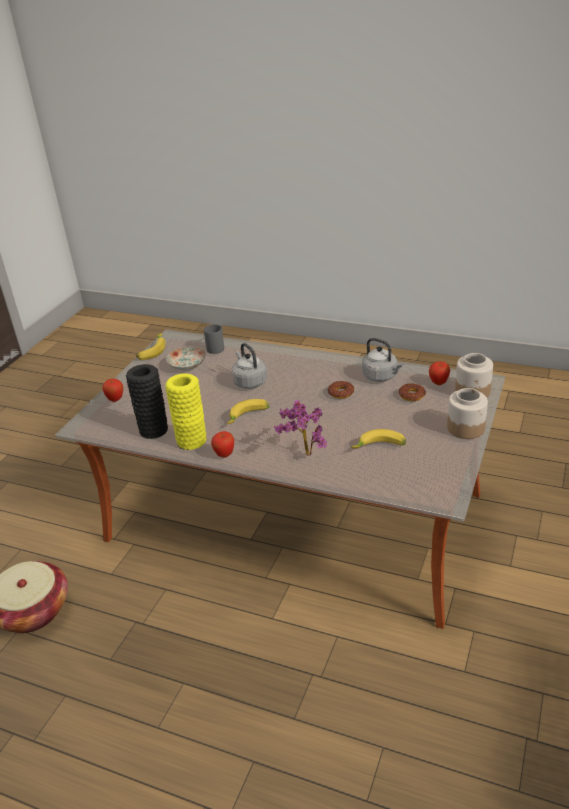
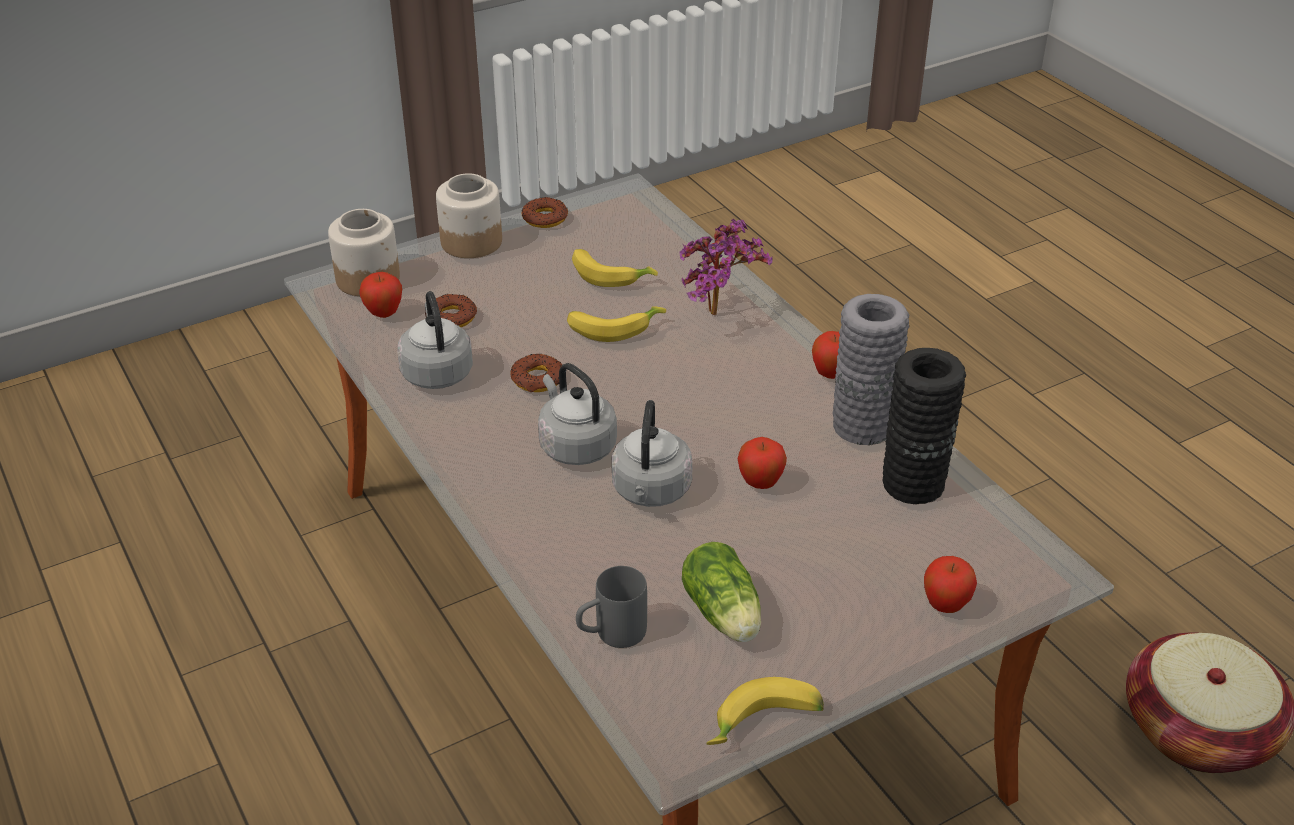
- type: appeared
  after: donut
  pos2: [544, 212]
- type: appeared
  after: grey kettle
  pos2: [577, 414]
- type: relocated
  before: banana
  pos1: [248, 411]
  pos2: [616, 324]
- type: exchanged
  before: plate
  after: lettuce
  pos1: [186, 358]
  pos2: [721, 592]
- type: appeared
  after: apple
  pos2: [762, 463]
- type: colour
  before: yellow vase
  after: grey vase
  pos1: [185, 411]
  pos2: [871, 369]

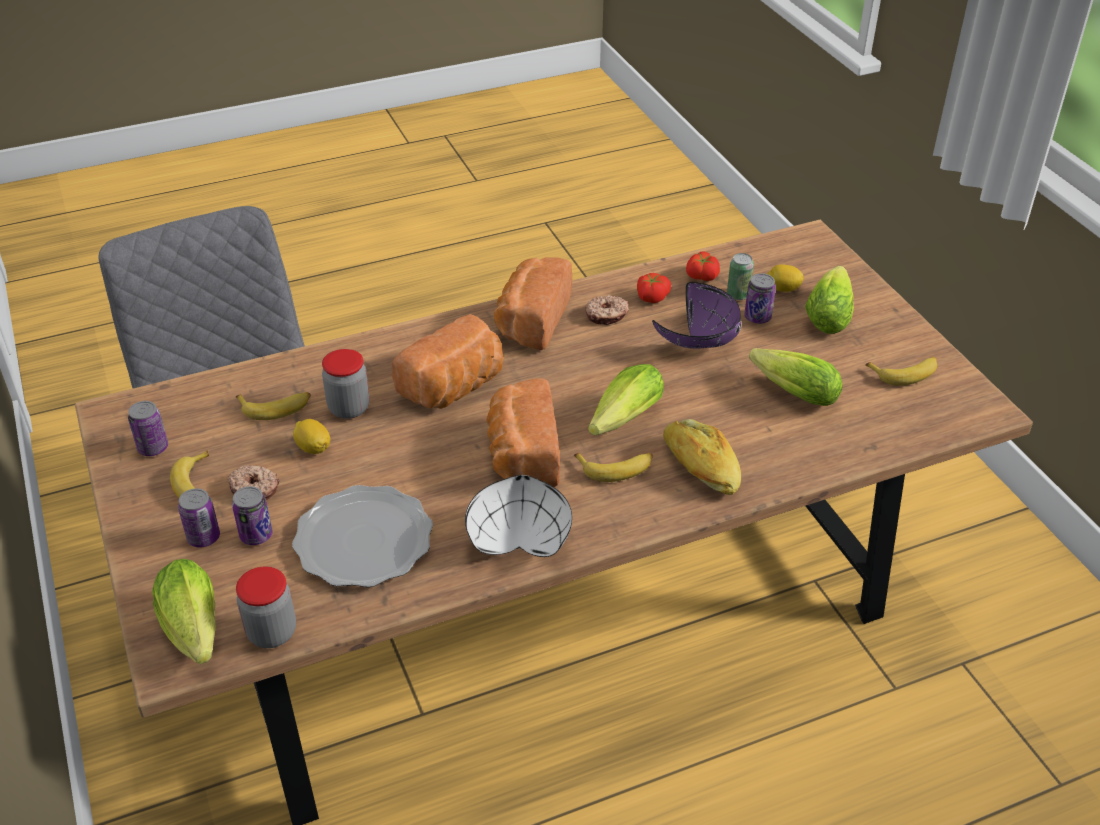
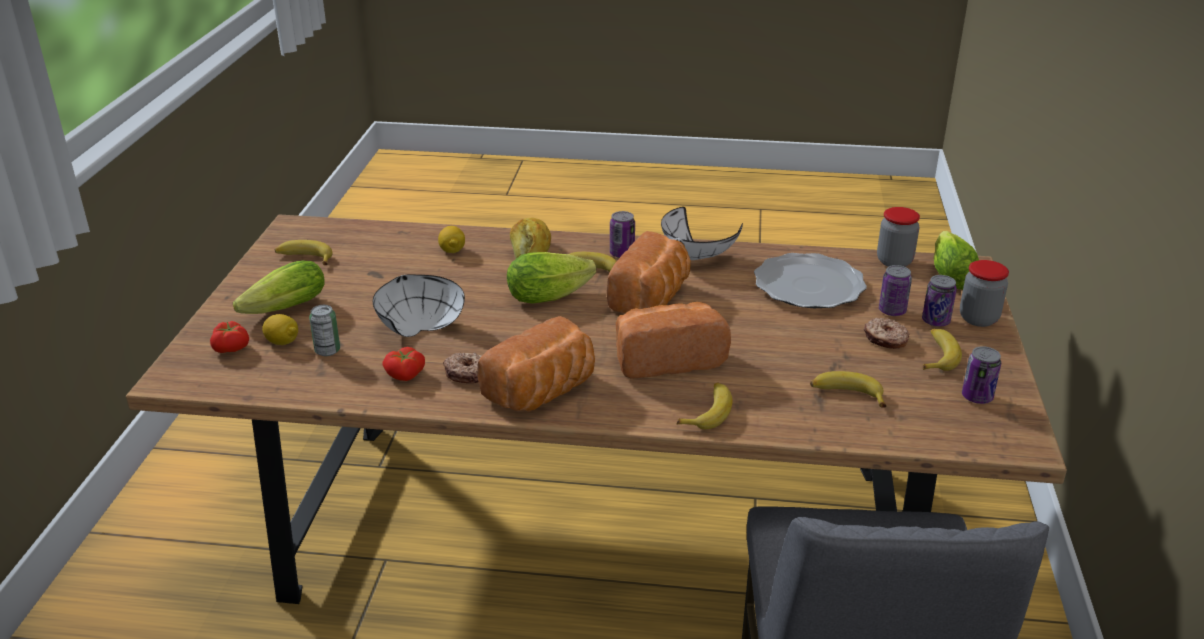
- type: relocated
  before: tomato
  pos1: [703, 266]
  pos2: [229, 337]
- type: colour
  before: purple bowl
  after: white bowl
  pos1: [696, 315]
  pos2: [419, 305]
- type: relocated
  before: lemon
  pos1: [311, 436]
  pos2: [451, 239]
- type: relocated
  before: can
  pos1: [760, 298]
  pos2: [622, 234]
- type: appeared
  after: banana
  pos2: [705, 406]
- type: relocated
  before: jar
  pos1: [346, 384]
  pos2: [984, 293]
- type: missing
  before: lettuce
  pos1: [796, 377]

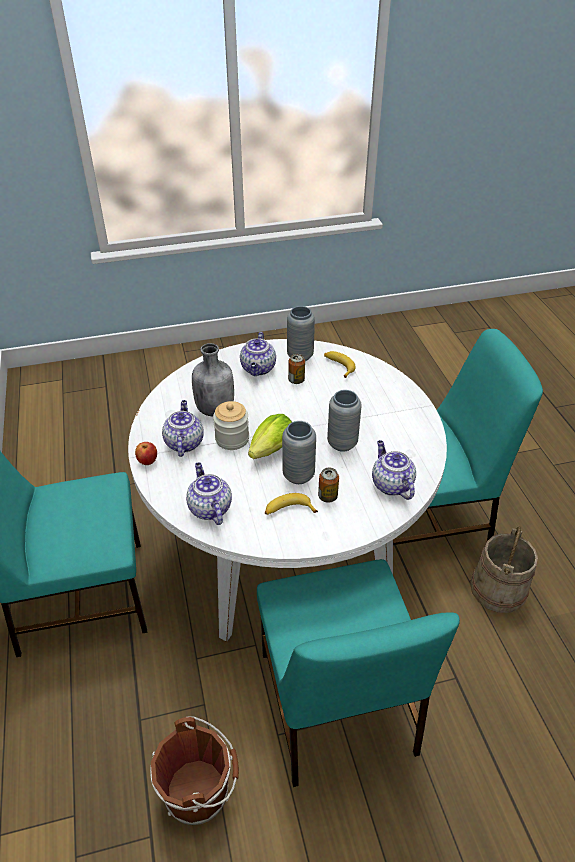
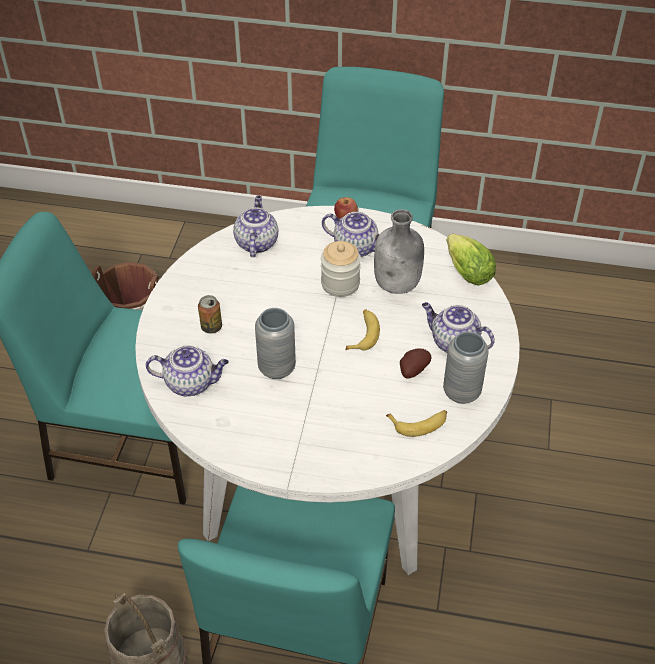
- type: spun
  before: teapot
  pos1: [209, 493]
  pos2: [255, 226]
  turn: -90
- type: relocated
  before: banana
  pos1: [291, 504]
  pos2: [363, 330]
- type: exchanged
  before: can
  after: potato
  pos1: [296, 369]
  pos2: [415, 363]
- type: relocated
  before: lettuce
  pos1: [270, 436]
  pos2: [471, 260]
- type: missing
  before: grey vase
  pos1: [299, 452]

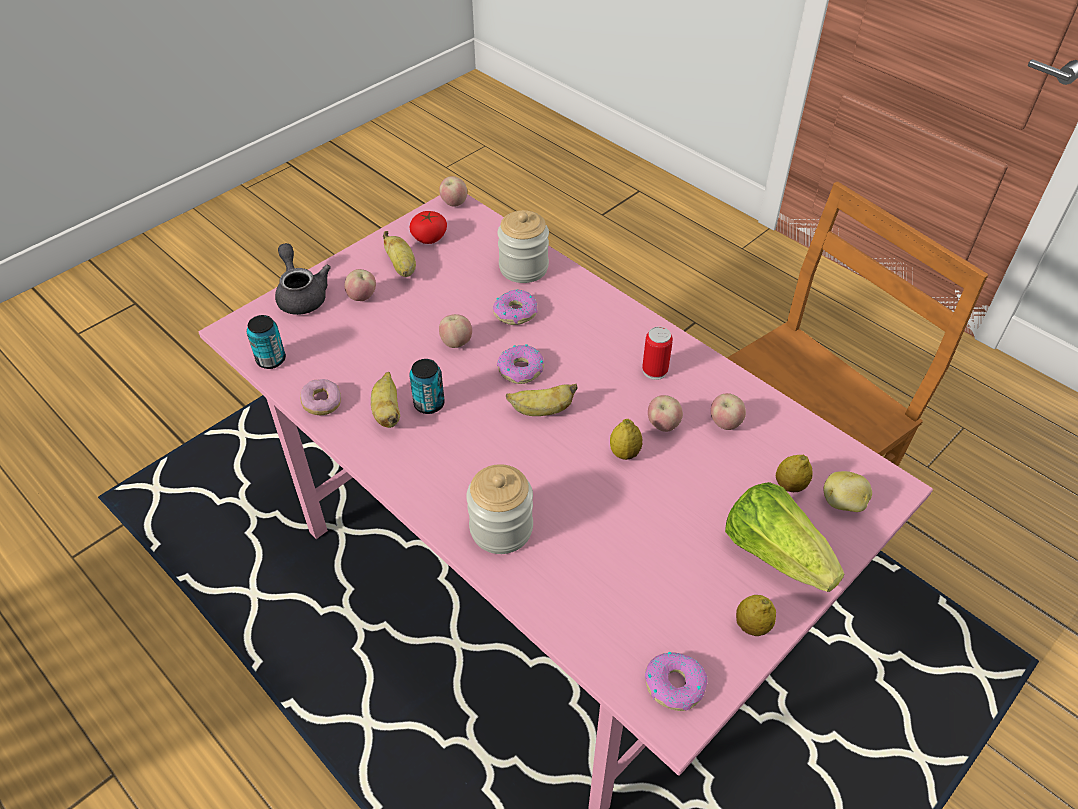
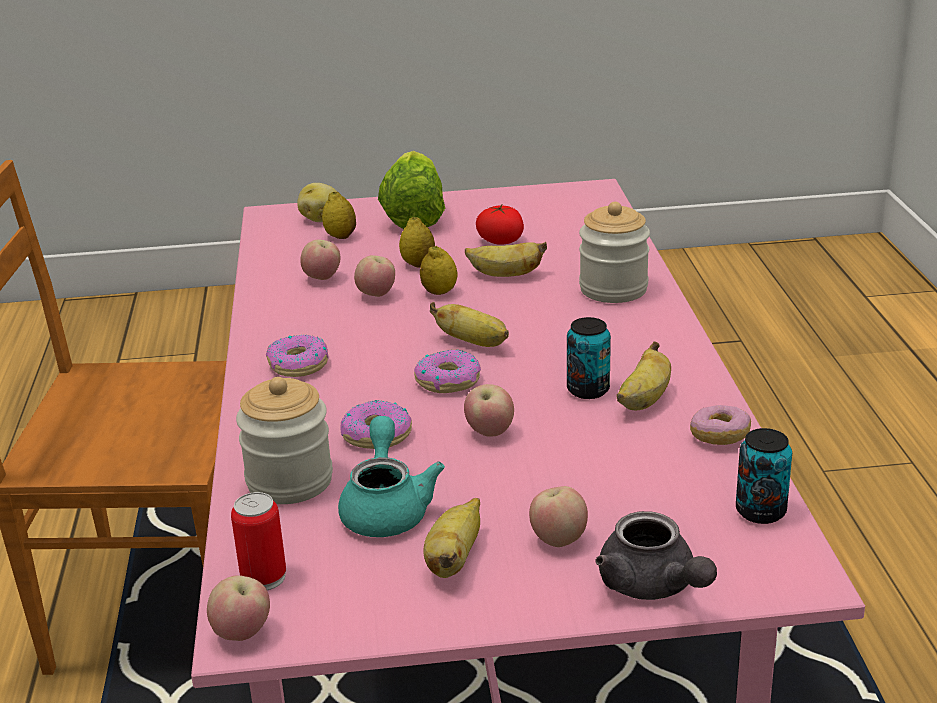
- type: relocated
  before: can
  pos1: [657, 353]
  pos2: [258, 541]
- type: relocated
  before: donut
  pos1: [676, 681]
  pos2: [297, 356]
- type: appeared
  after: turquoise teapot
  pos2: [391, 476]
- type: relocated
  before: lemon
  pos1: [756, 615]
  pos2: [417, 242]
- type: appeared
  after: banana
  pos2: [506, 259]
- type: relocated
  before: tomato
  pos1: [428, 227]
  pos2: [500, 225]
- type: spun
  before: grey teapot
  pos1: [303, 279]
  pos2: [656, 555]
  turn: -45

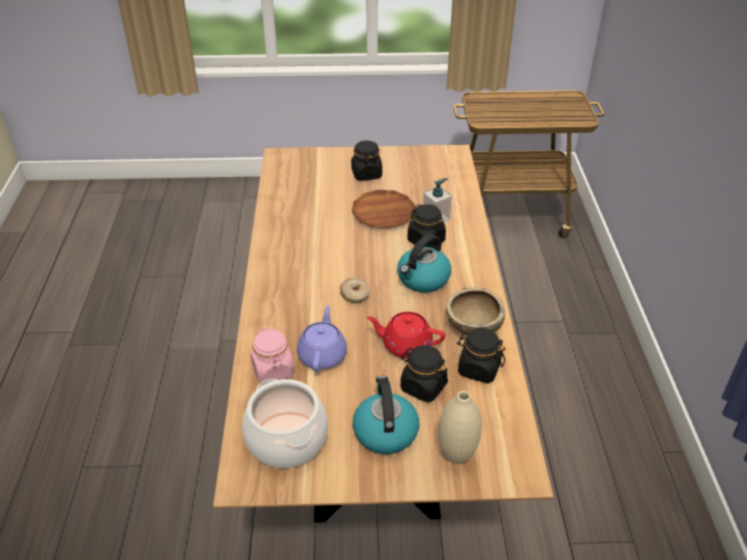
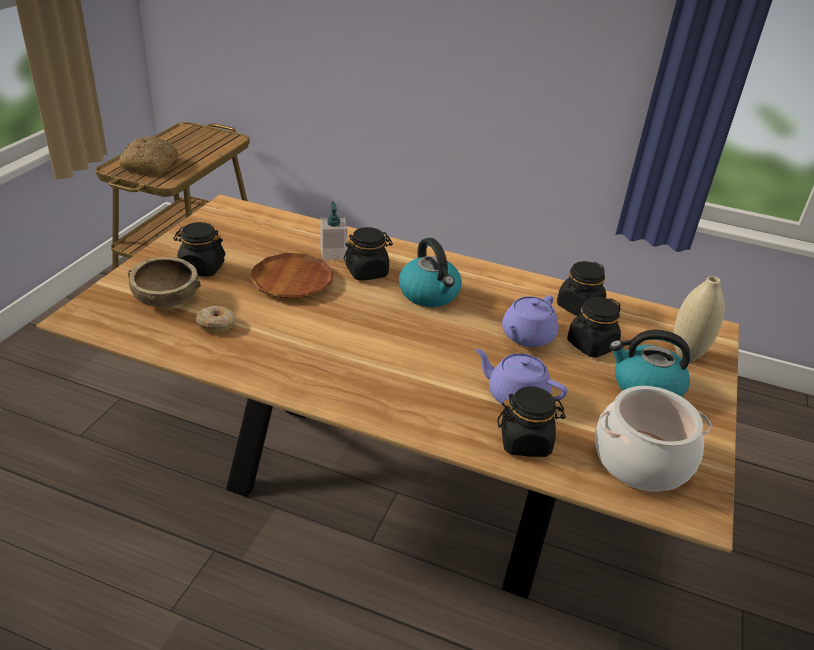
- type: appeared
  after: bread
  pos2: [148, 155]
- type: relocated
  before: brown bowl
  pos1: [475, 311]
  pos2: [164, 282]
- type: relocated
  before: donut
  pos1: [355, 290]
  pos2: [215, 319]
- type: colour
  before: pink jar
  after: black jar
  pos1: [273, 356]
  pos2: [531, 421]
- type: colour
  before: red teapot
  after: purple teapot
  pos1: [405, 335]
  pos2: [530, 321]

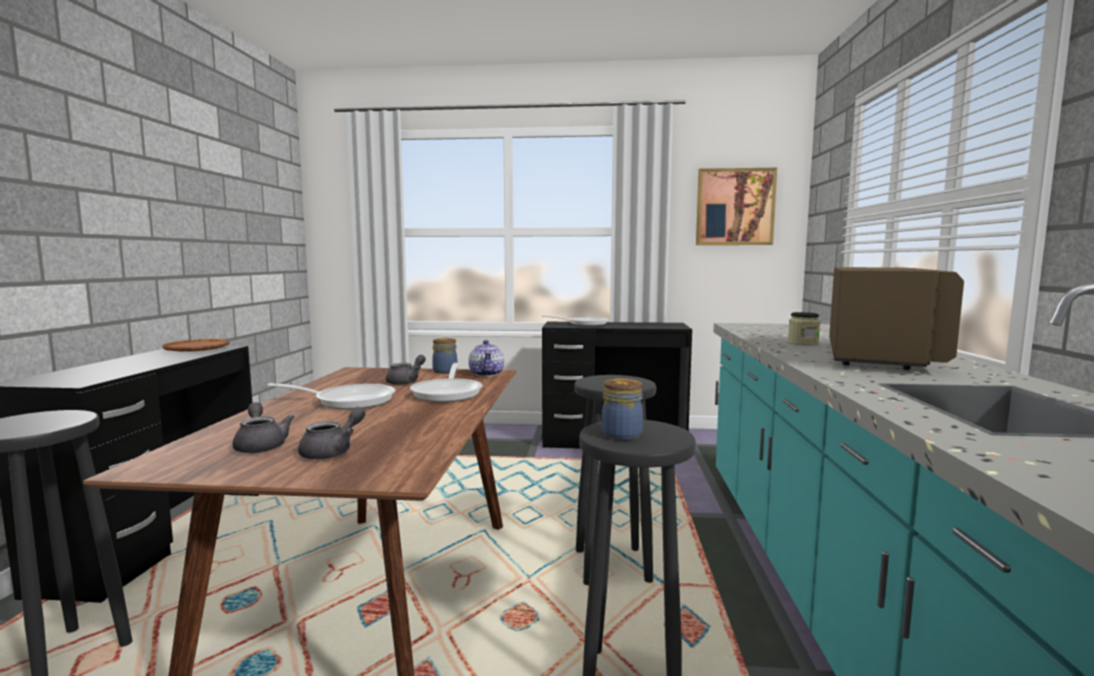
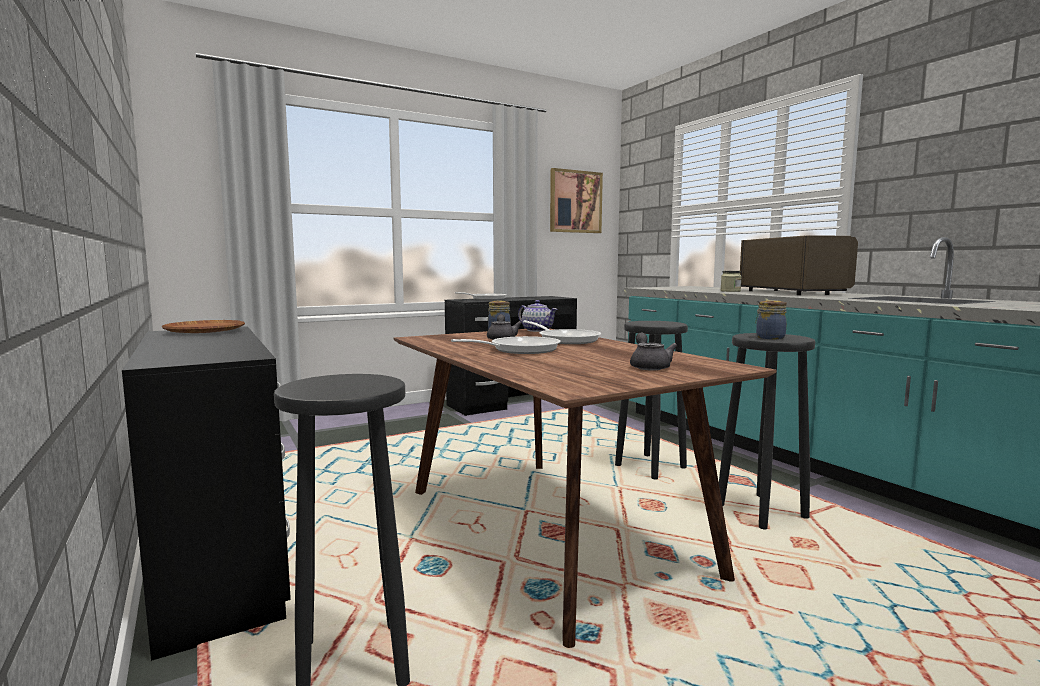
- type: missing
  before: grey teapot
  pos1: [263, 427]

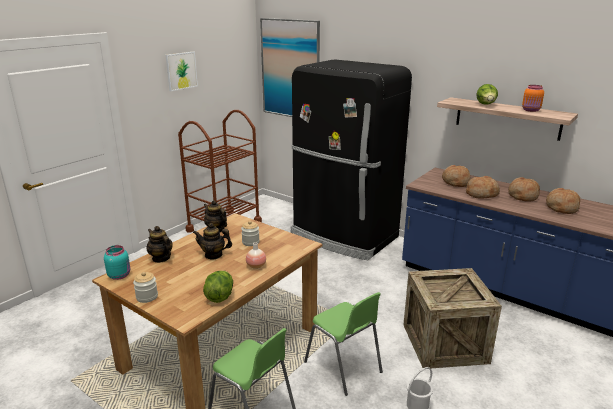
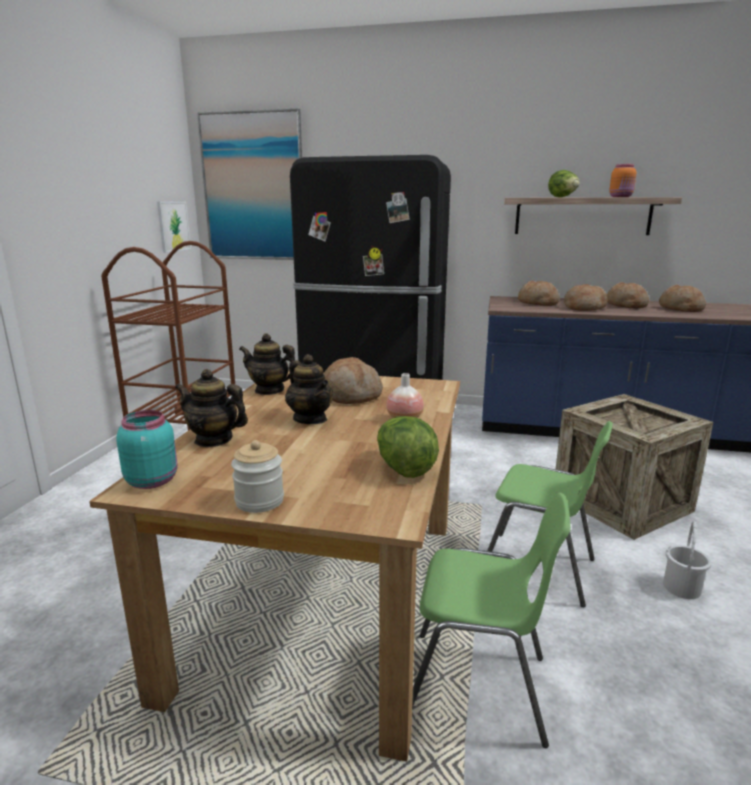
- type: relocated
  before: picture
  pos1: [182, 71]
  pos2: [174, 227]
- type: spun
  before: teapot
  pos1: [212, 241]
  pos2: [309, 389]
  turn: -105
- type: exchanged
  before: jar
  after: bread
  pos1: [250, 233]
  pos2: [353, 380]

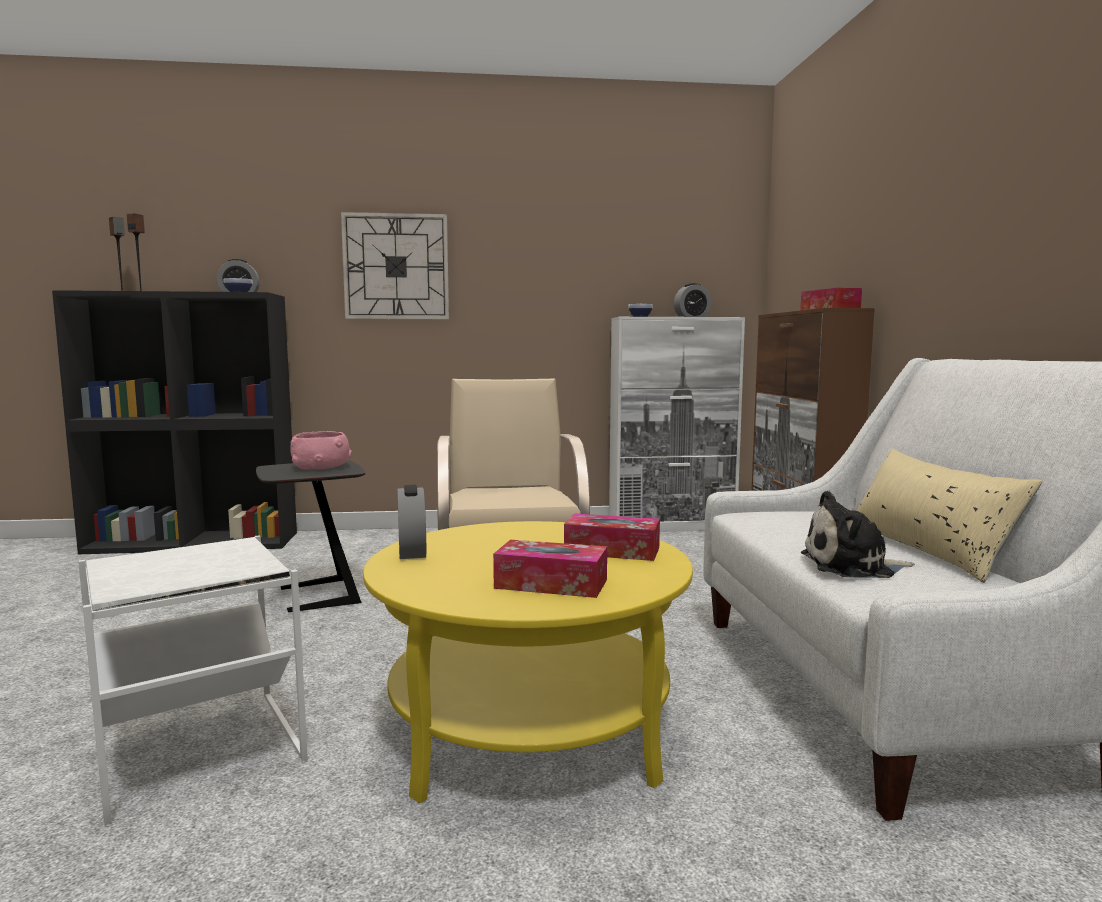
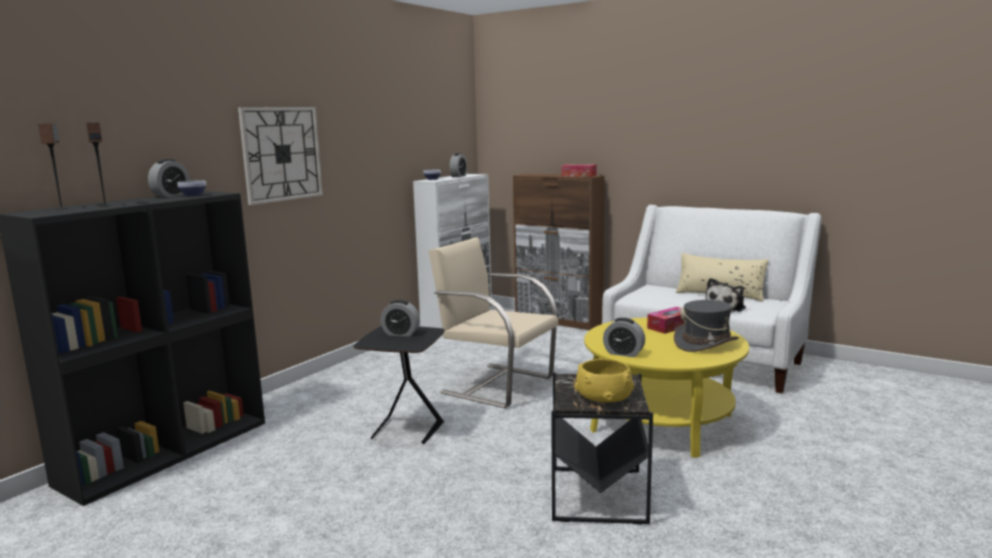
- type: exchanged
  before: pink bowl
  after: alarm clock
  pos1: [321, 450]
  pos2: [400, 318]
- type: colour
  before: white side table
  after: black side table
  pos1: [193, 679]
  pos2: [602, 448]
- type: appeared
  after: yellow bowl
  pos2: [604, 380]
- type: exchanged
  before: tissue box
  after: grey hat
  pos1: [550, 569]
  pos2: [706, 326]

